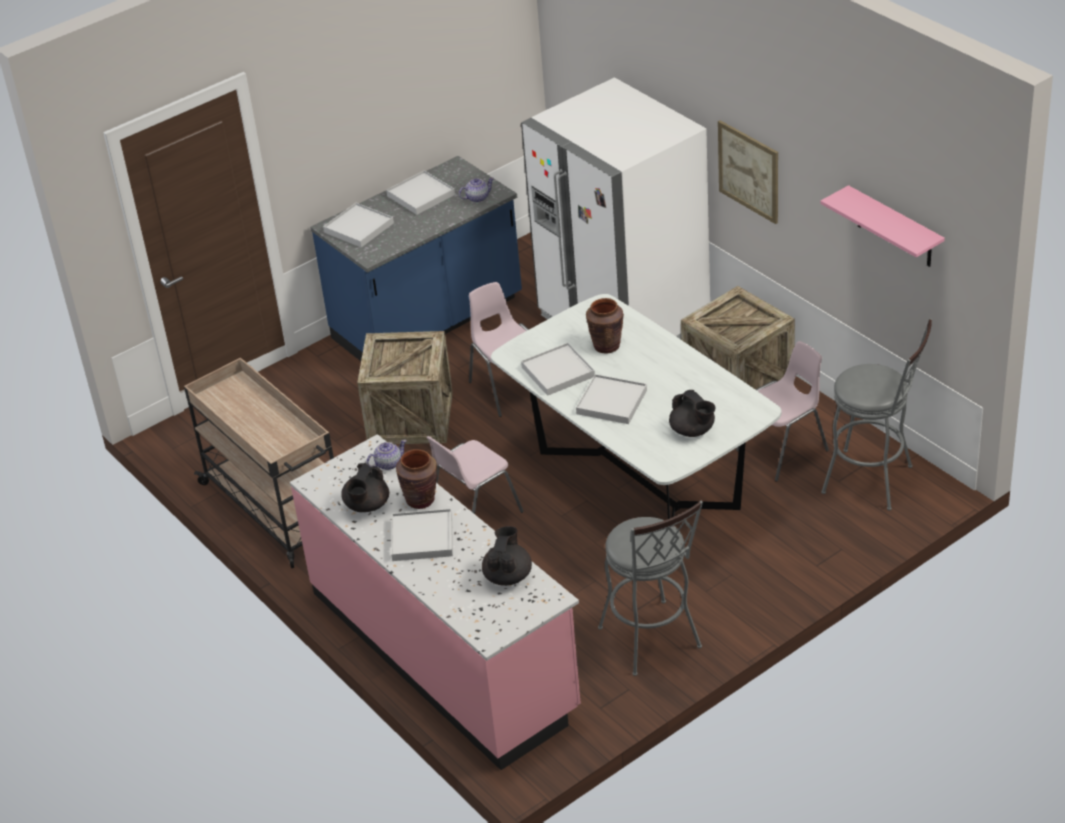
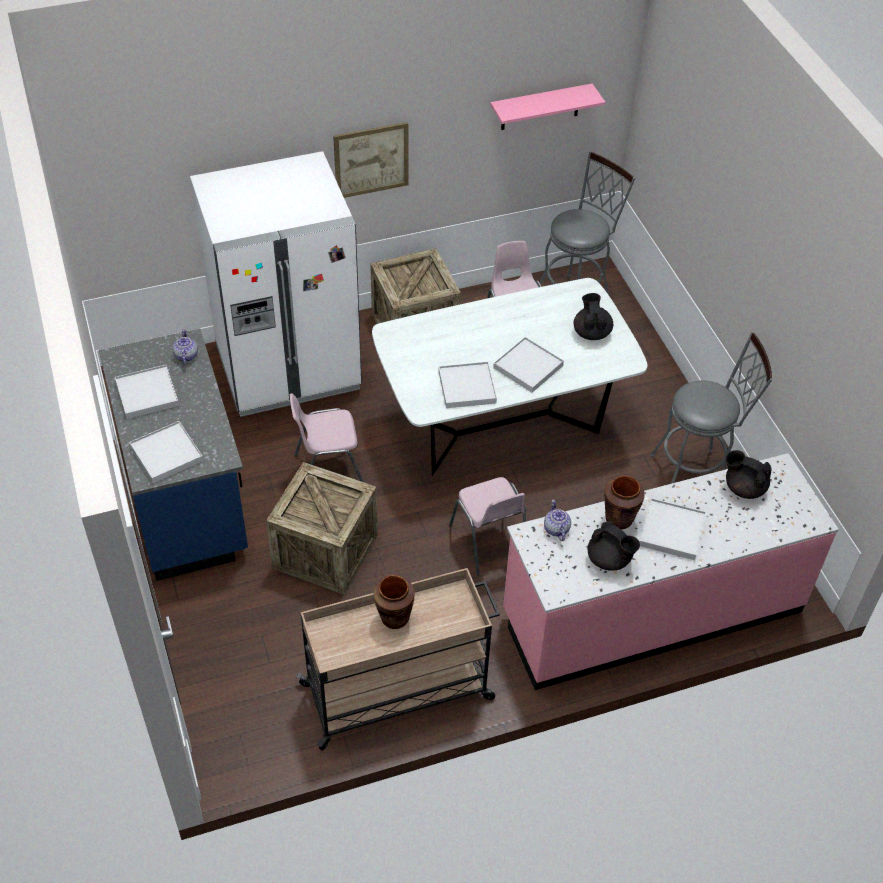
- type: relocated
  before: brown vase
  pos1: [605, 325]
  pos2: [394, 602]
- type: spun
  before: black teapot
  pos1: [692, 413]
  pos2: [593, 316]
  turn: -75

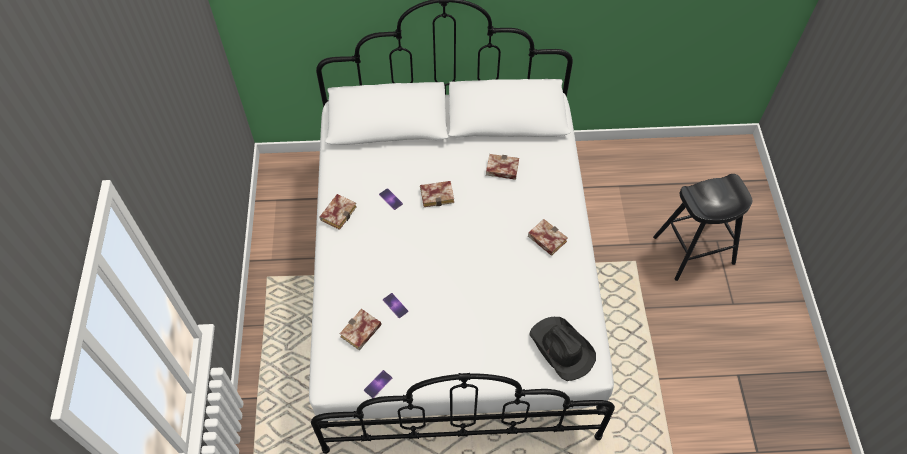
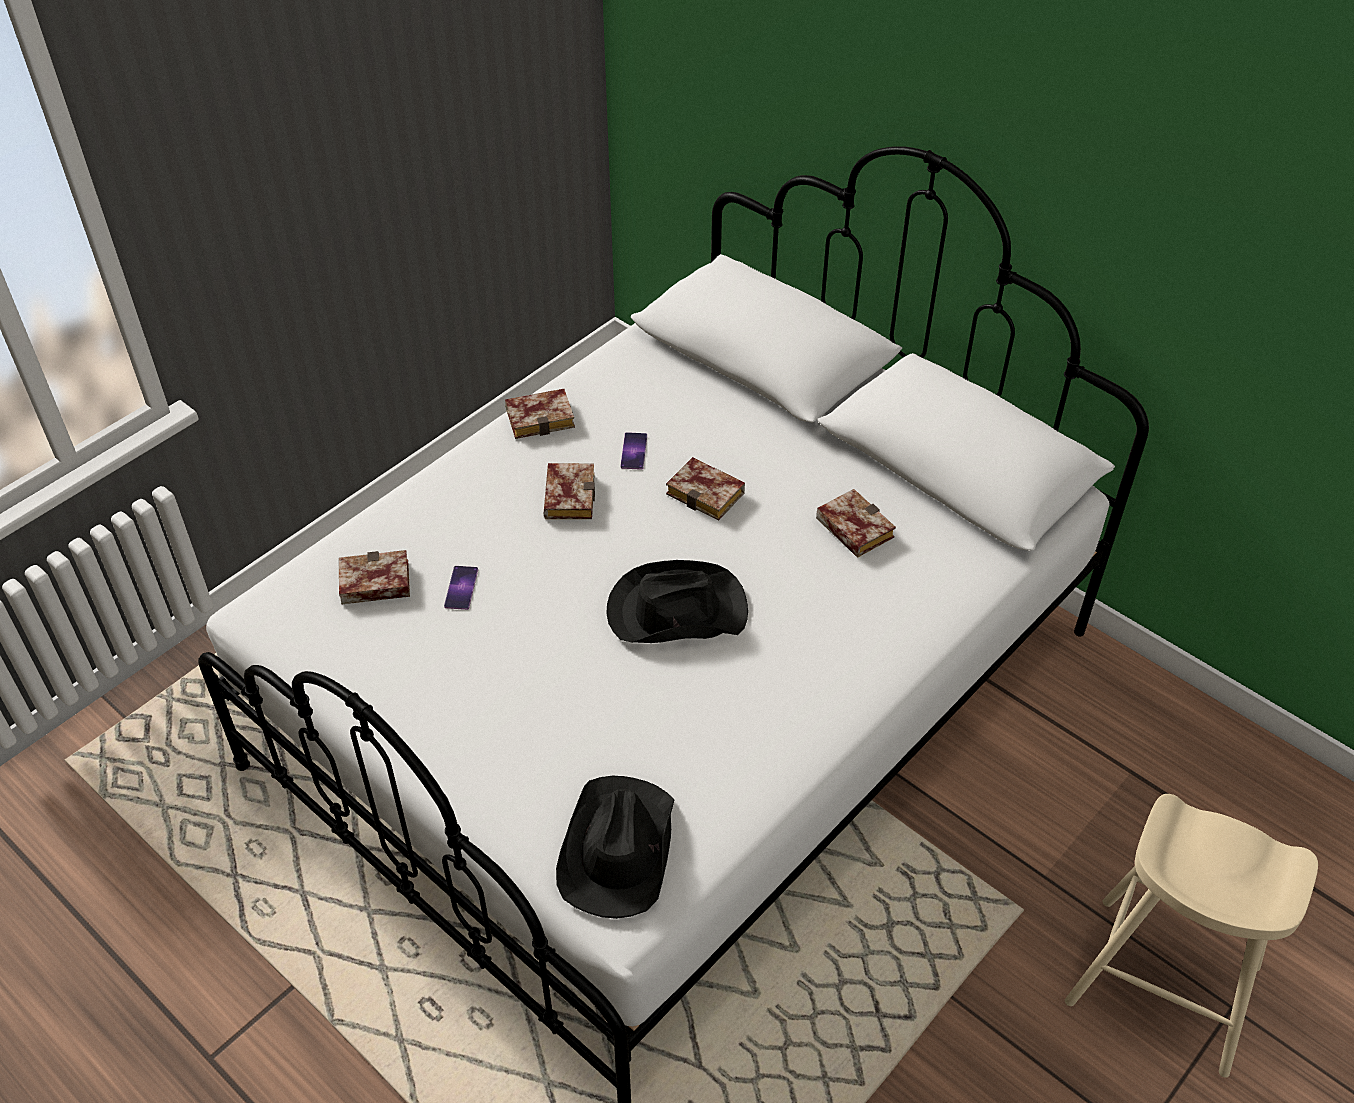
- type: relocated
  before: book
  pos1: [548, 237]
  pos2: [569, 491]
- type: appeared
  after: black hat
  pos2: [677, 601]
- type: colour
  before: black stool
  after: beige stool
  pos1: [702, 227]
  pos2: [1191, 936]
- type: missing
  before: phone
  pos1: [378, 384]

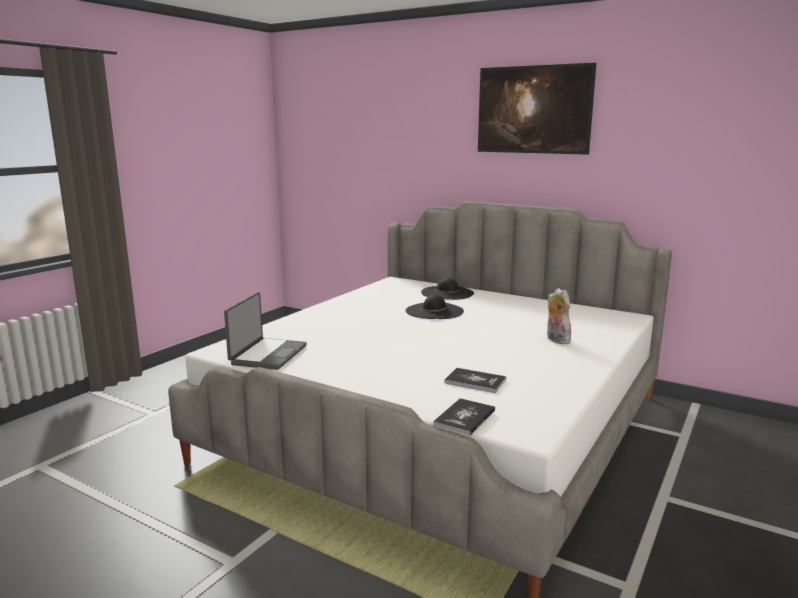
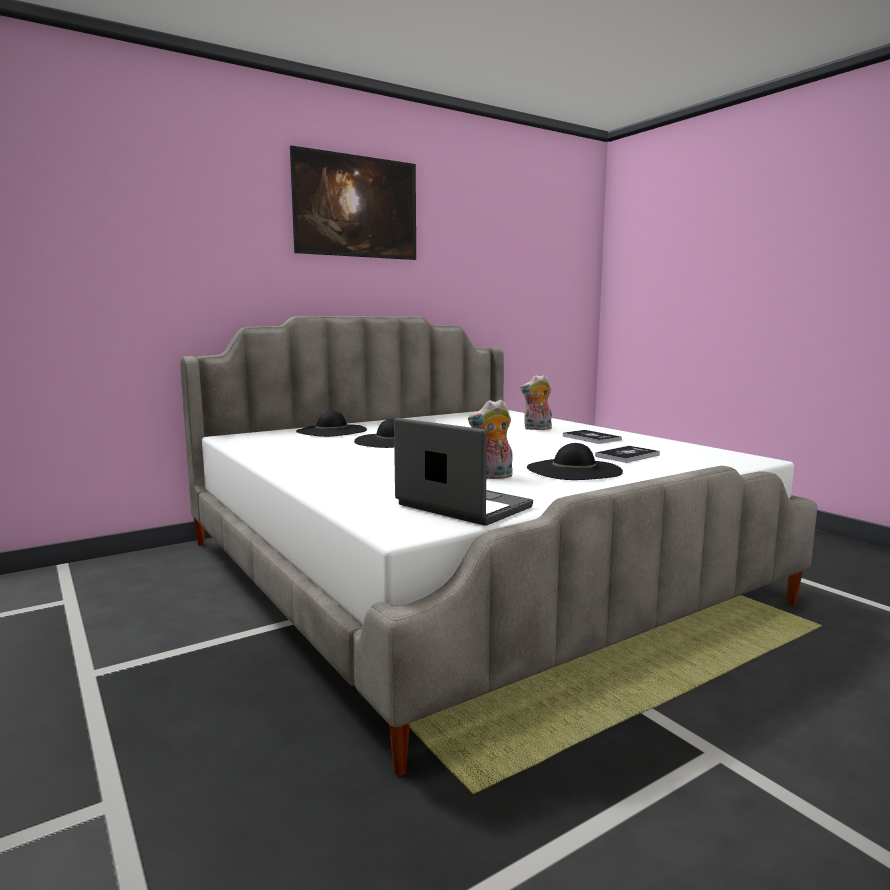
- type: appeared
  after: plush toy
  pos2: [490, 439]
- type: appeared
  after: black hat
  pos2: [575, 461]
- type: relocated
  before: book
  pos1: [464, 417]
  pos2: [592, 437]

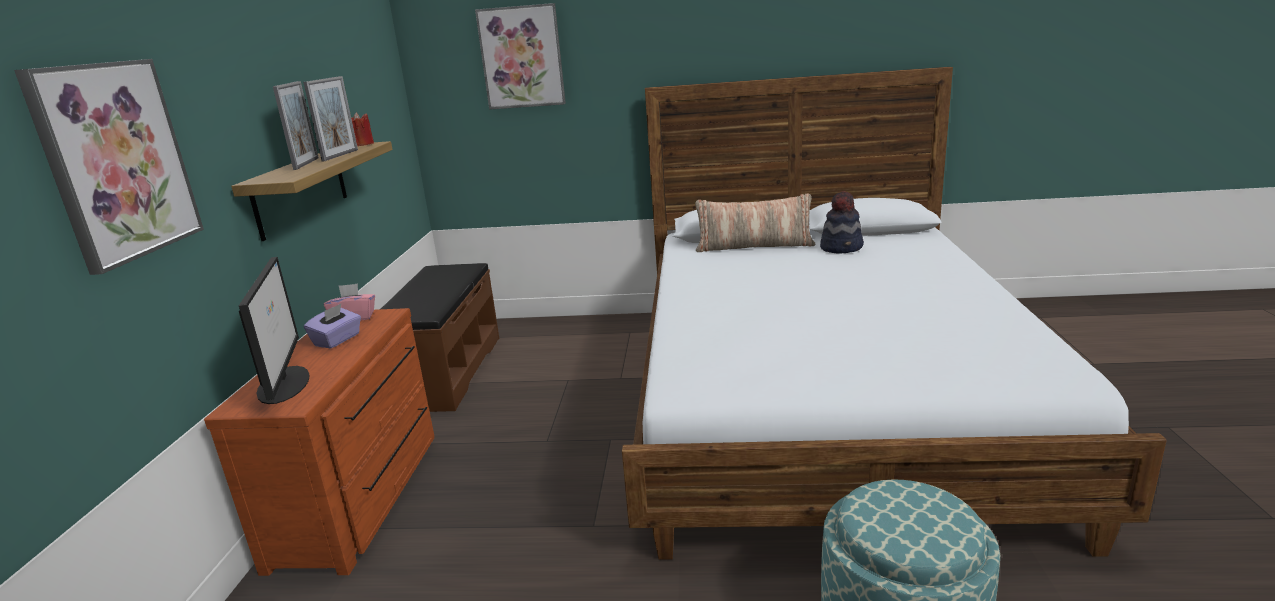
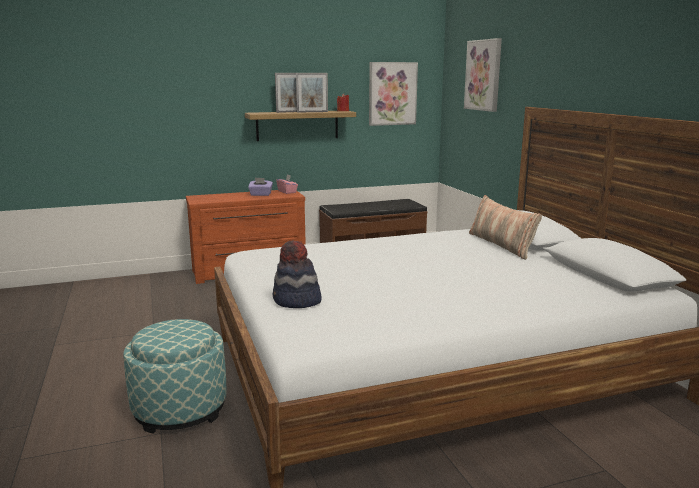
- type: relocated
  before: hat
  pos1: [842, 222]
  pos2: [297, 274]
- type: relocated
  before: picture
  pos1: [109, 167]
  pos2: [393, 94]
- type: missing
  before: monitor
  pos1: [274, 330]

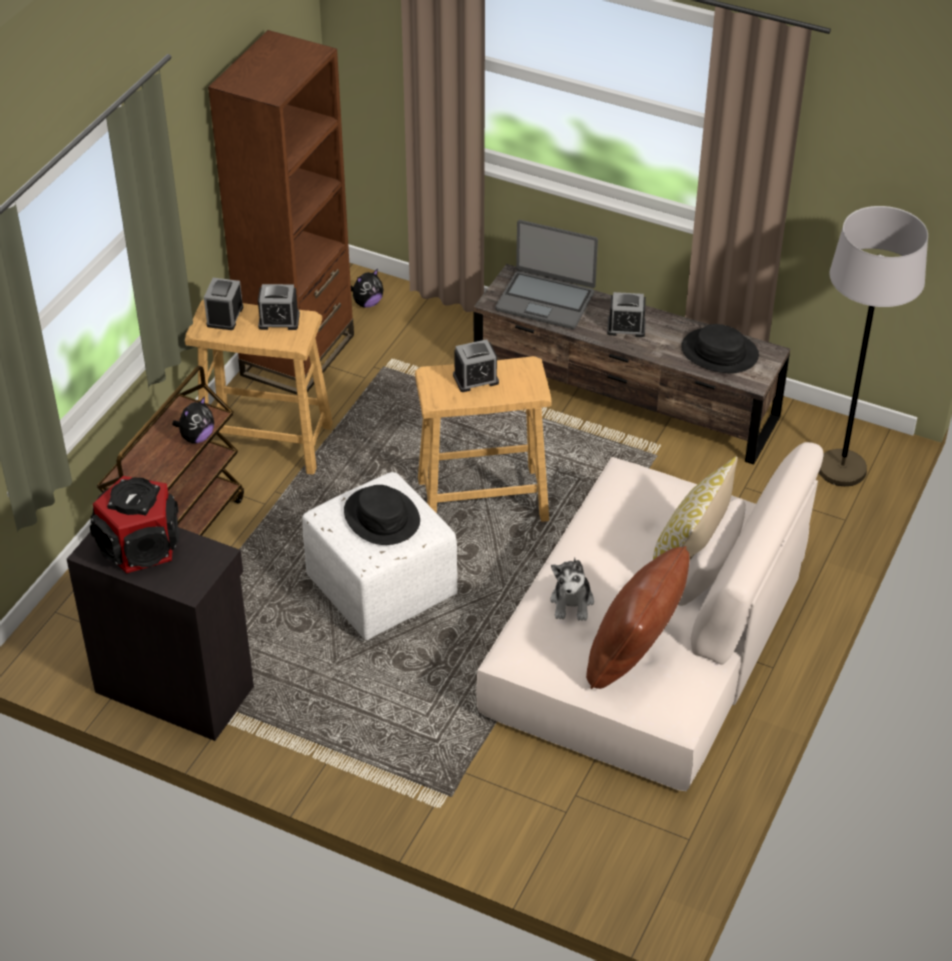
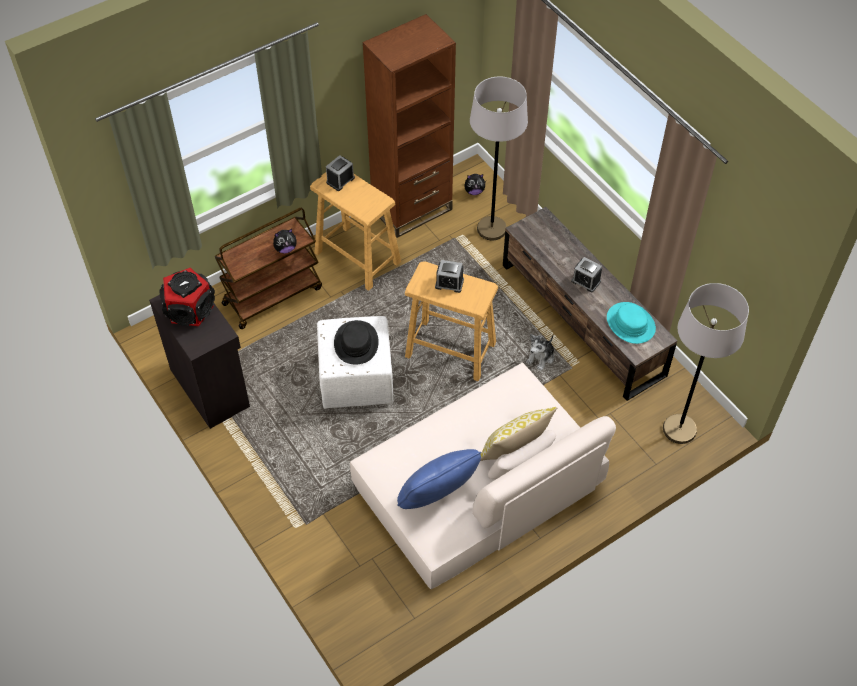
- type: colour
  before: brown pillow
  after: blue pillow
  pos1: [638, 617]
  pos2: [439, 479]
- type: appeared
  after: grey floor lamp
  pos2: [499, 158]
- type: relocated
  before: plush toy
  pos1: [572, 589]
  pos2: [540, 352]
- type: colour
  before: black hat
  after: turquoise hat
  pos1: [720, 348]
  pos2: [631, 323]
- type: missing
  before: alarm clock
  pos1: [279, 307]
- type: missing
  before: laptop
  pos1: [546, 274]

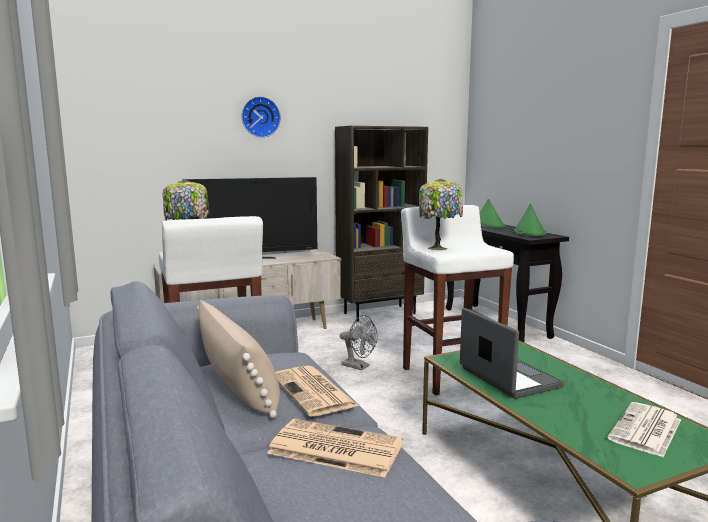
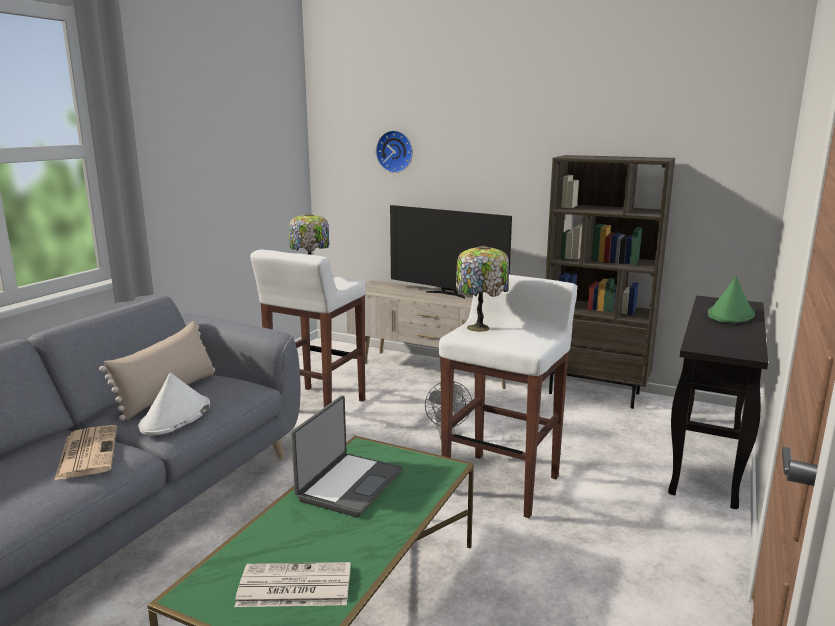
- type: exchanged
  before: newspaper
  after: white hat
  pos1: [317, 391]
  pos2: [174, 404]
- type: relocated
  before: wall clock
  pos1: [261, 117]
  pos2: [394, 151]
- type: missing
  before: green hat
  pos1: [530, 220]

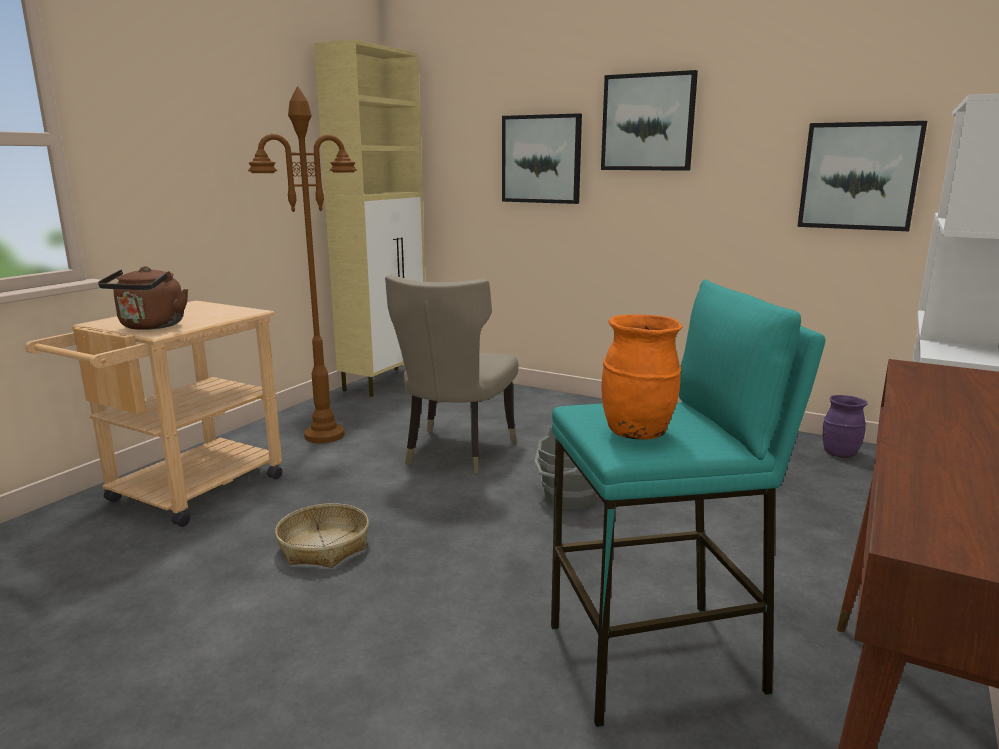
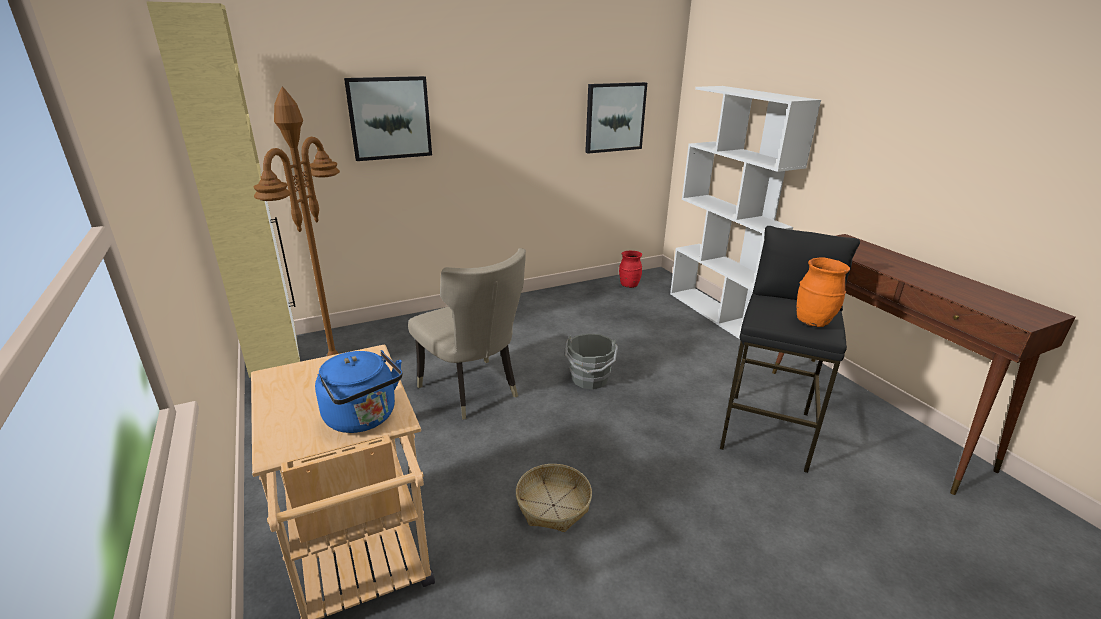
- type: colour
  before: brown kettle
  after: blue kettle
  pos1: [143, 298]
  pos2: [359, 391]
- type: colour
  before: purple vase
  after: red vase
  pos1: [845, 426]
  pos2: [630, 269]
- type: colour
  before: turquoise stool
  after: black stool
  pos1: [688, 503]
  pos2: [790, 349]
- type: missing
  before: picture
  pos1: [649, 120]

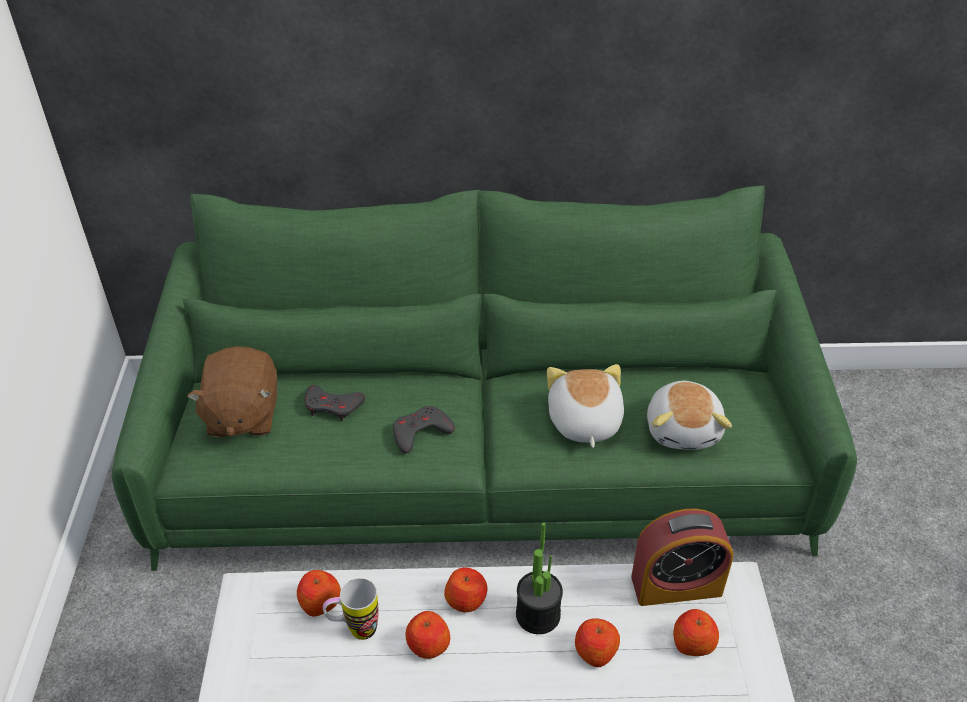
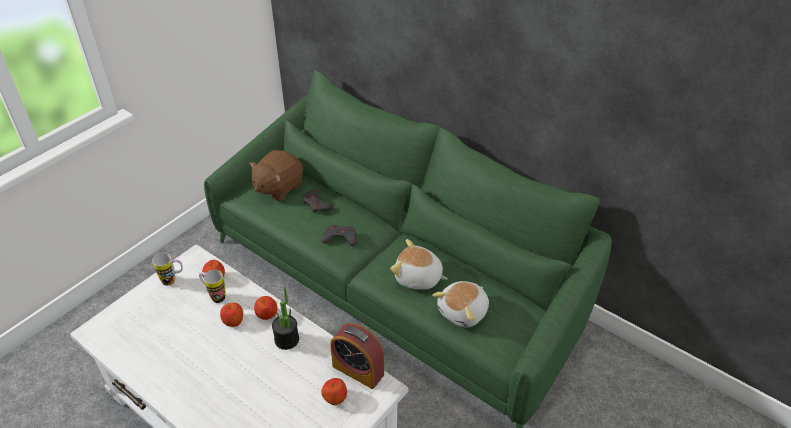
- type: appeared
  after: mug
  pos2: [167, 269]
- type: spun
  before: plush toy
  pos1: [585, 406]
  pos2: [419, 264]
  turn: -105
- type: missing
  before: apple
  pos1: [597, 642]

